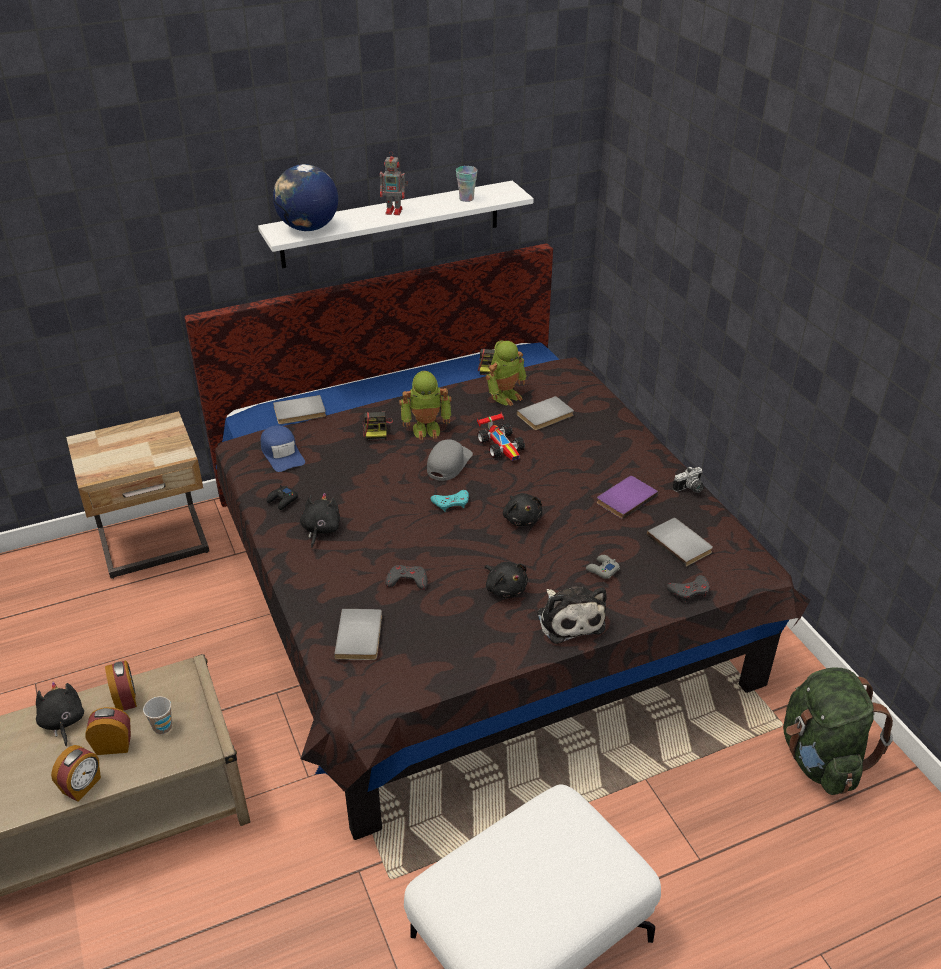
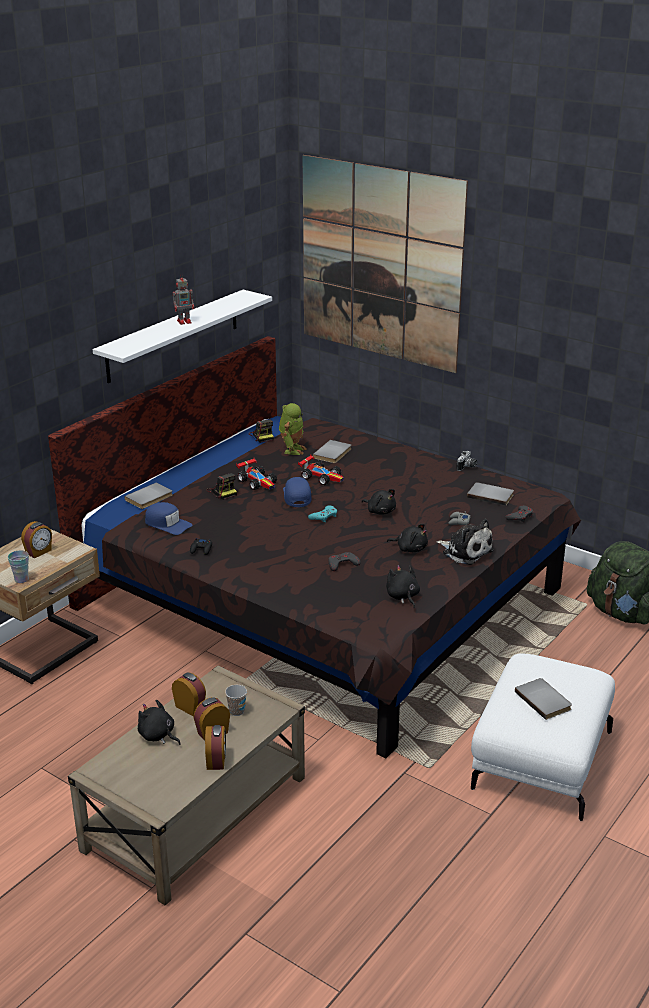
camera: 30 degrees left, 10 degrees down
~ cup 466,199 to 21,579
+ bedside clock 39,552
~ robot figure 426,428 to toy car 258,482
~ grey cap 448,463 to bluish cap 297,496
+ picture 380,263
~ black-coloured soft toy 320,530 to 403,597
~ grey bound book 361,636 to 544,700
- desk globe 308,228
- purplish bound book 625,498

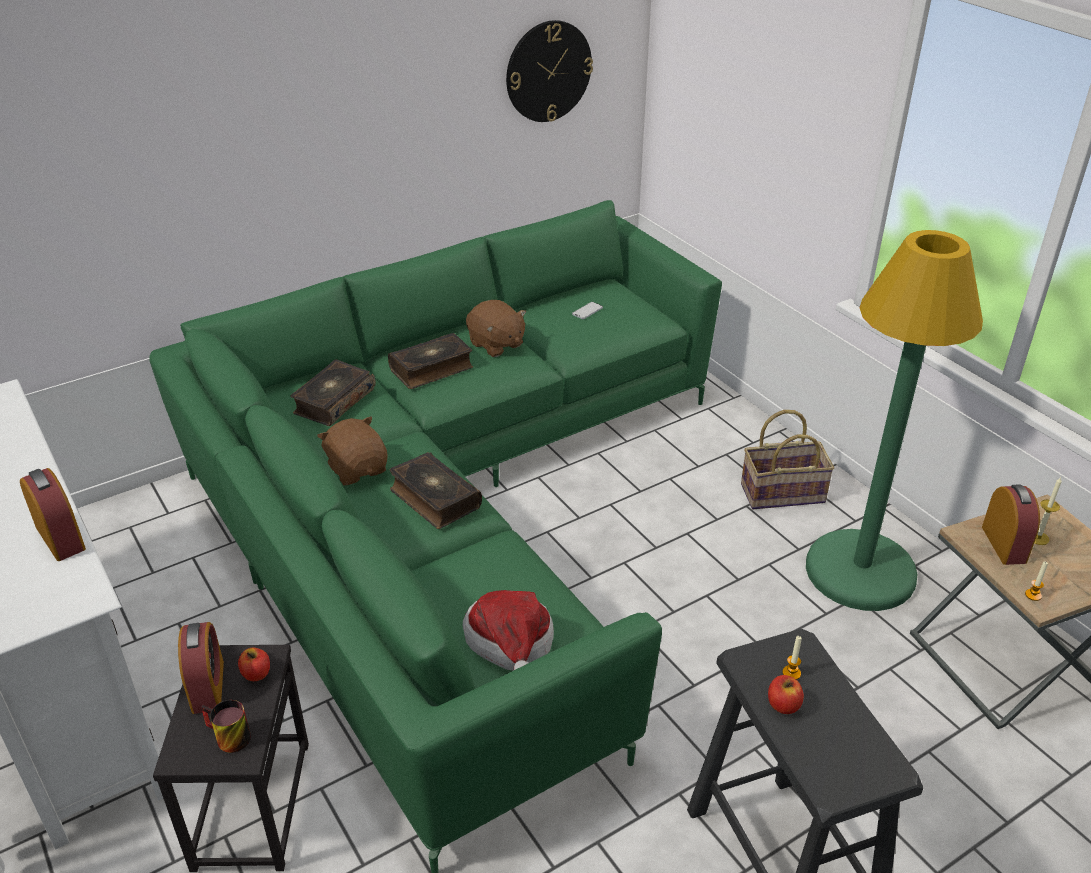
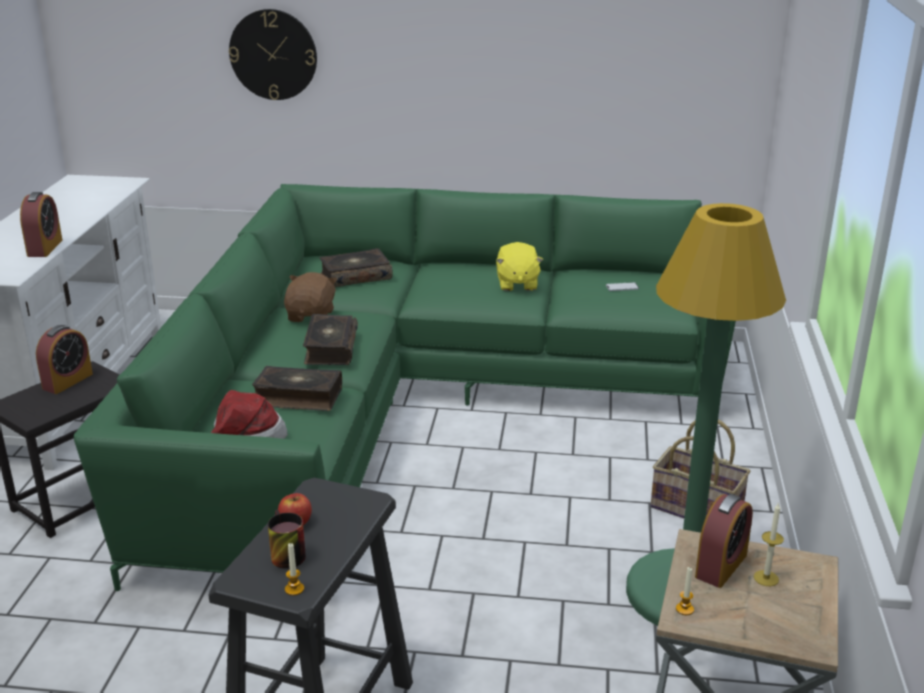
camera: 40 degrees right, 10 degrees down
~ hanging clock 548,71 to 273,54
~ bound book 432,369 to 298,398
~ coffee mug 227,739 to 283,554
~ candle 791,673 to 294,589
~ brown soft toy 496,344 to yellow soft toy 517,284
- whole apple 256,674

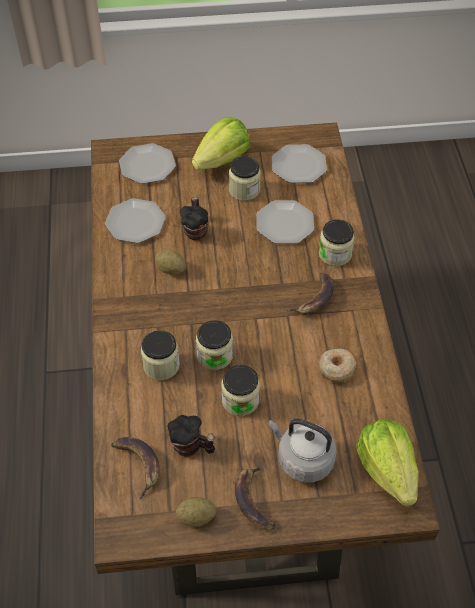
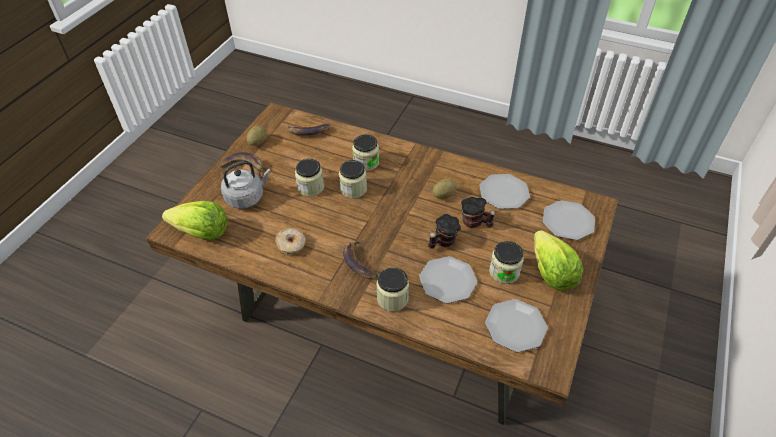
camera: 120 degrees right, 5 degrees down
~ coffee mug 191,447 to 442,242

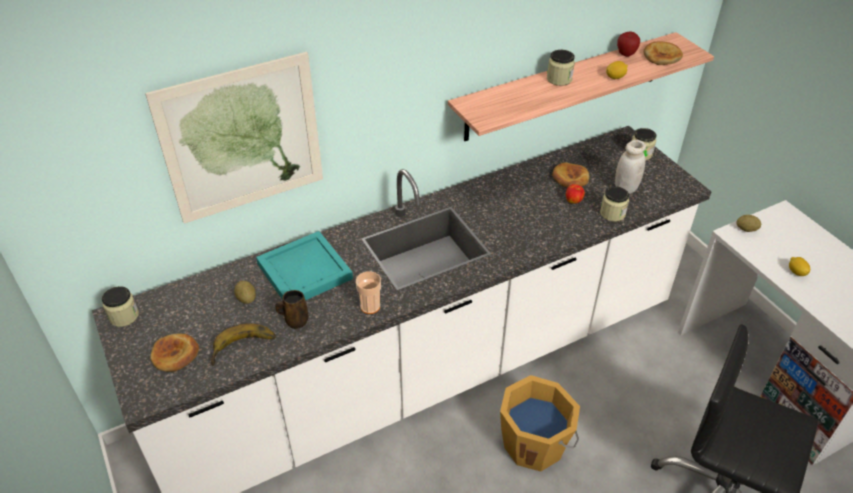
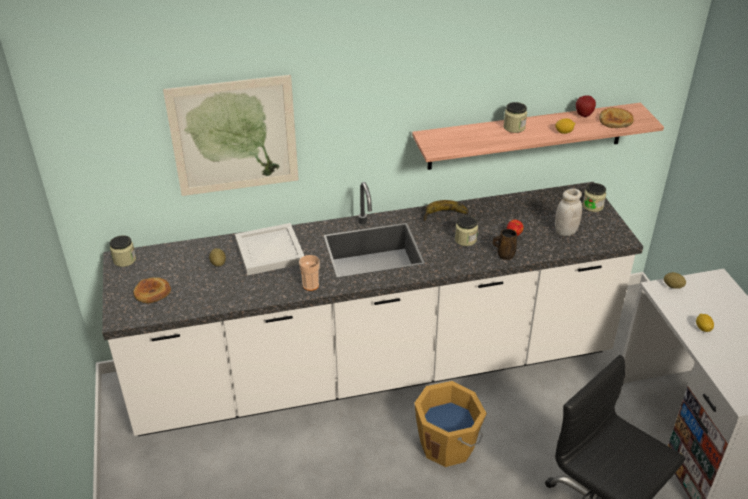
camera: 15 degrees right, 5 degrees down
~ turquoise-coloured serving tray 304,272 to white-coloured serving tray 269,252
~ banana fruit 244,349 to 445,216
~ preserve jar 612,213 to 465,239
~ brown coffee mug 295,321 to 504,254
- bread 570,178

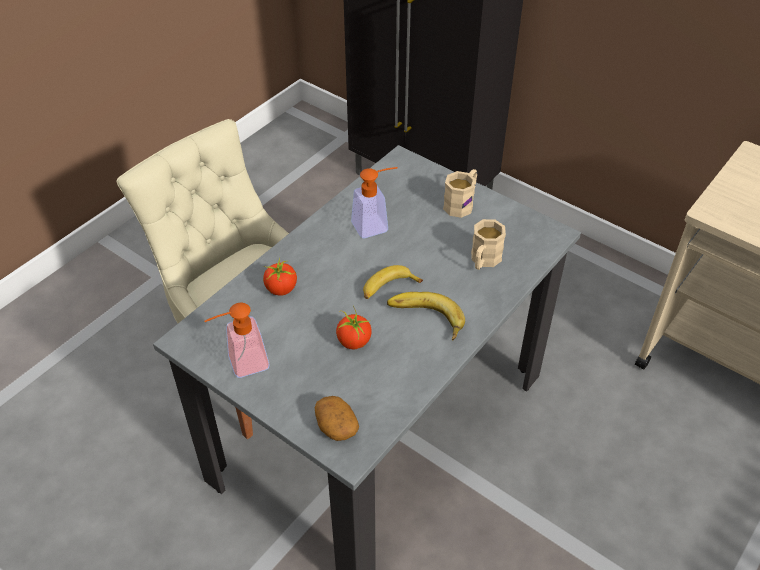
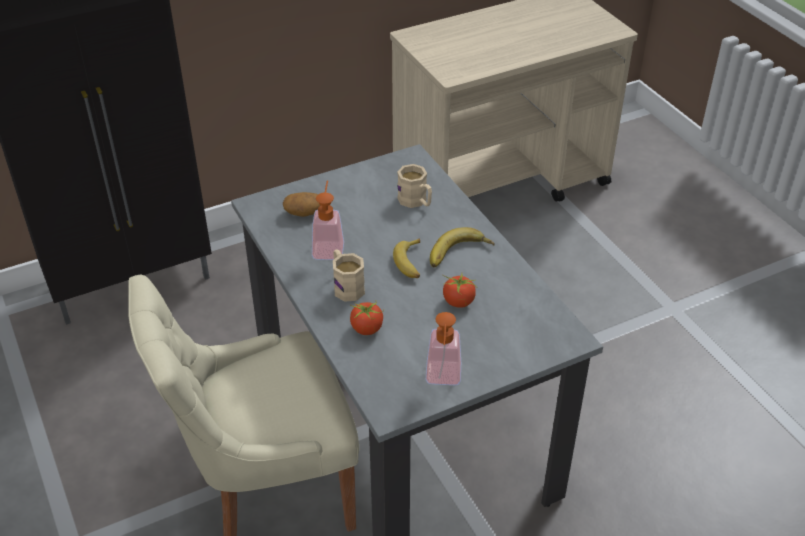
camera: 65 degrees left, 5 degrees down
~ spud 336,426 to 303,212
~ beige coffee mug 461,203 to 346,286

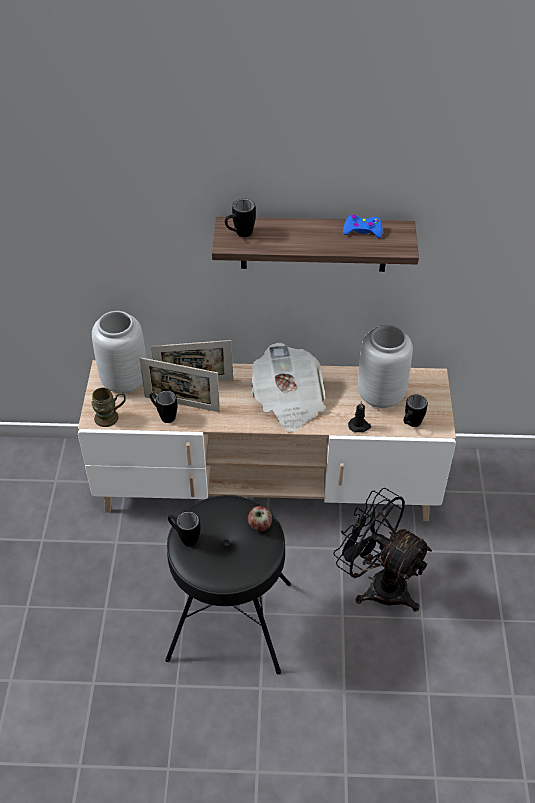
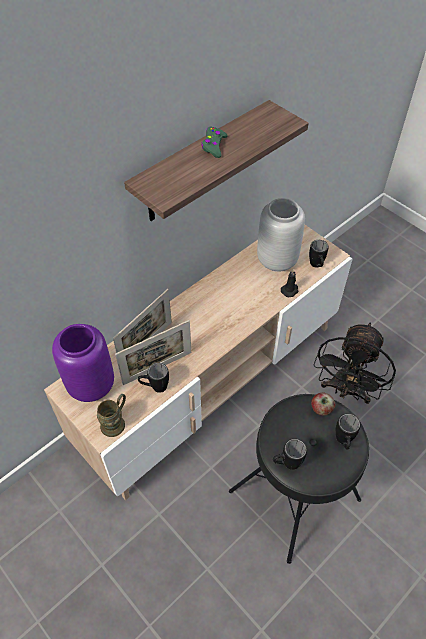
camera: 45 degrees left, 5 degrees up
~ grey decorative vase 123,380 to purplish decorative vase 90,385
+ green-coloured game controller 214,146
~ black-coloured electric fan 378,584 = 345,390 60 degrees counterclockwise
~ black-coloured coffee mug 239,234 to 343,442
- printed paper 288,402
- bluish game controller 362,231

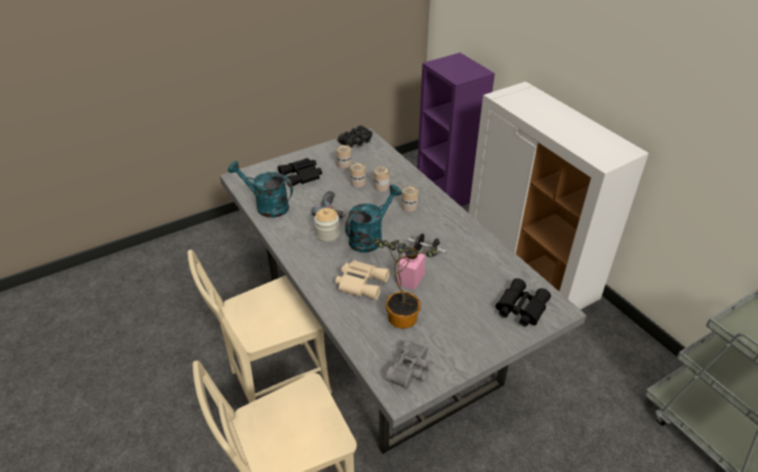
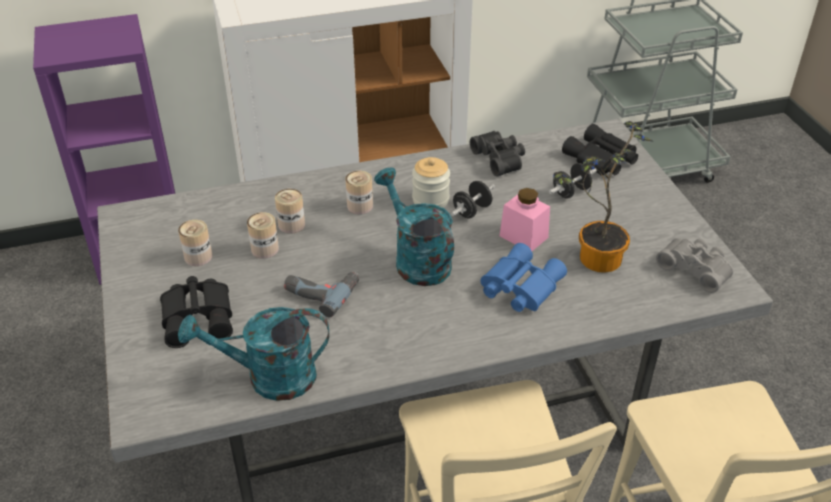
camera: 75 degrees left, 0 degrees up
~ turquoise-coloured watering pot 267,206 = 269,378 45 degrees clockwise
~ preserve jar 327,235 to 430,200
~ black-coloured pair of binoculars 357,142 to 500,159
~ beige pair of binoculars 361,282 to bluish pair of binoculars 519,286
+ black-coloured hand weight 571,192

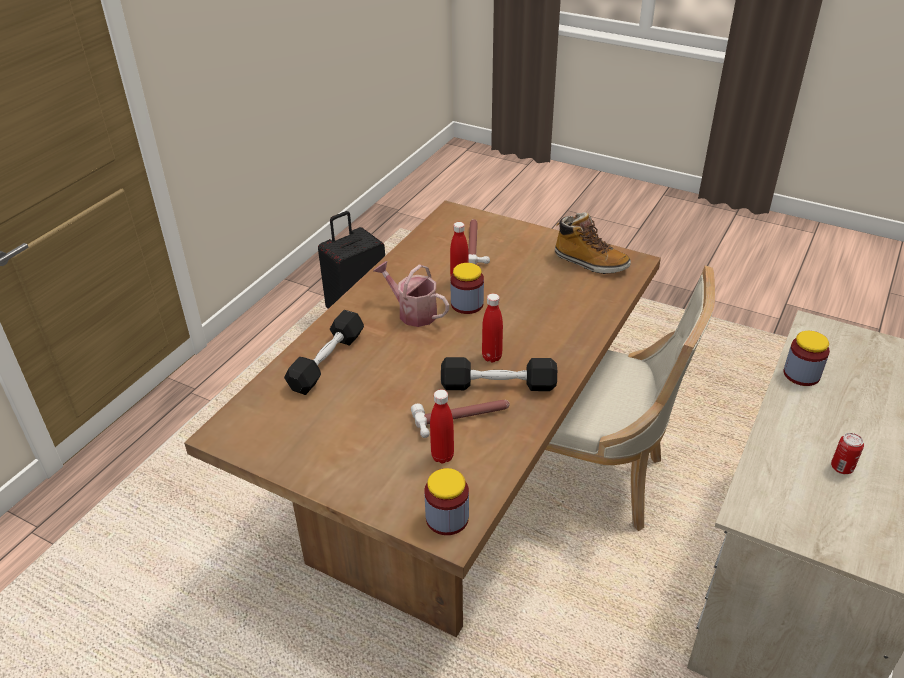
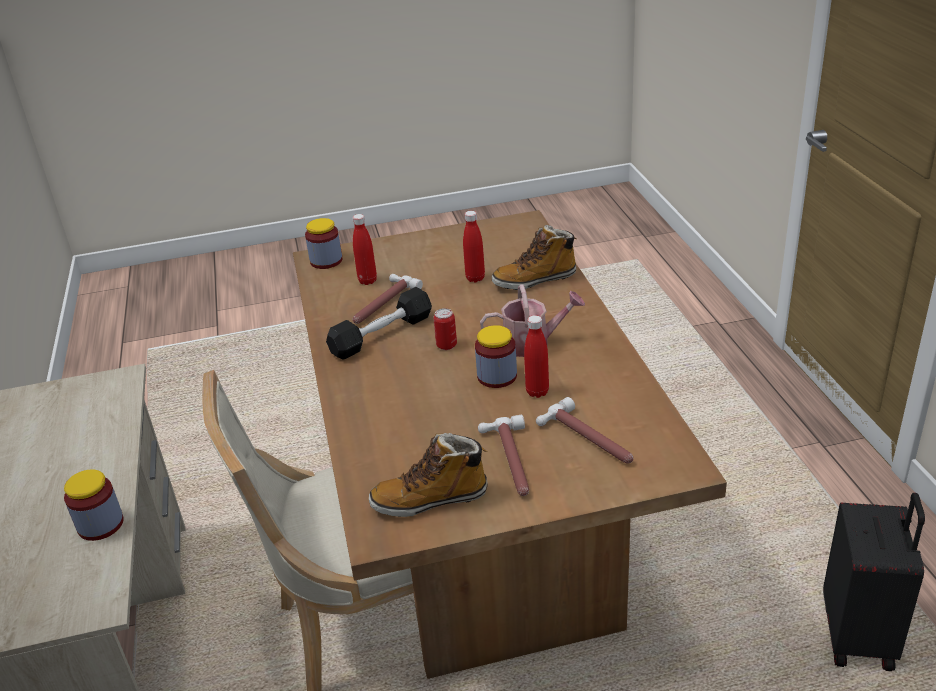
camera: 140 degrees right, 5 degrees down
~ can 841,467 to 446,345
~ red bottle 492,357 to 475,278
+ tool hammer 510,461
~ black-coloured hand weight 327,361 to tall boot 535,280

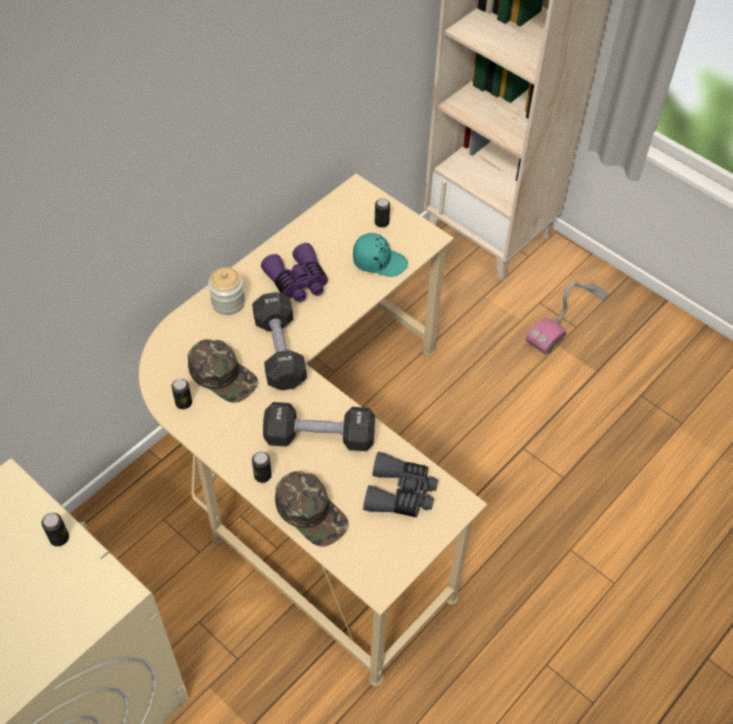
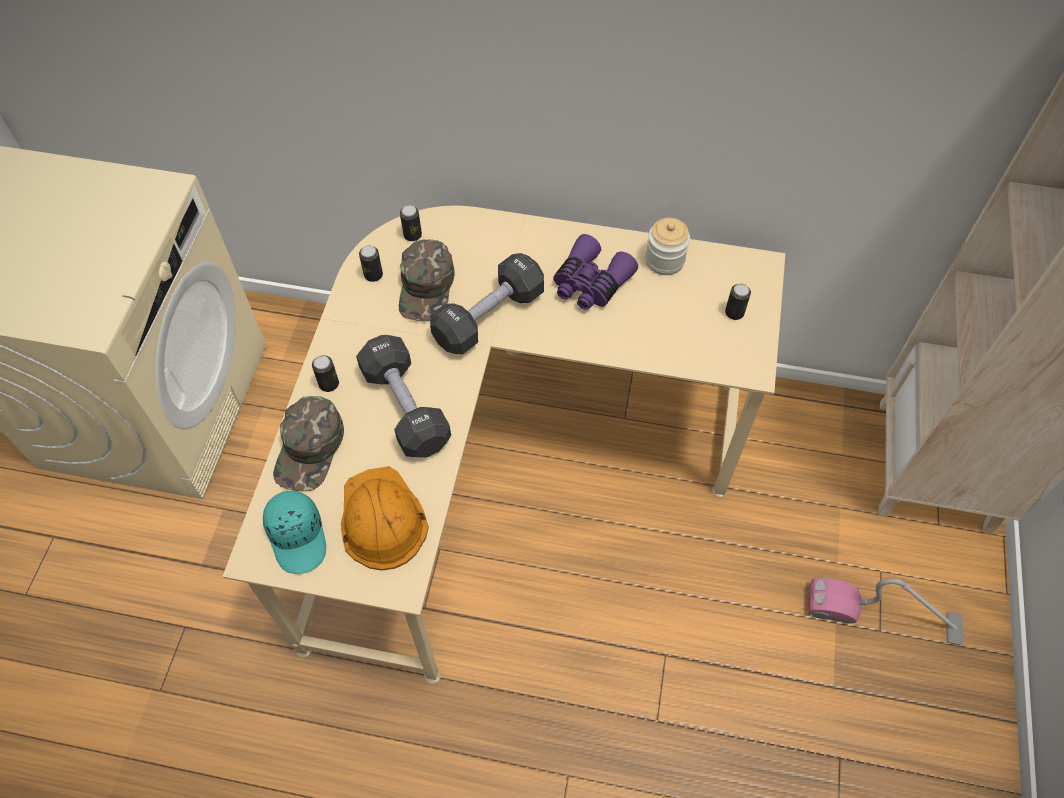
camera: 60 degrees right, 5 degrees up
~ turquoise-coloured cap 379,261 to 298,536
~ grey pair of binoculars 401,493 to orange-coloured hard hat 381,519
~ can 59,538 to 412,235
~ preserve jar 228,302 to 664,260

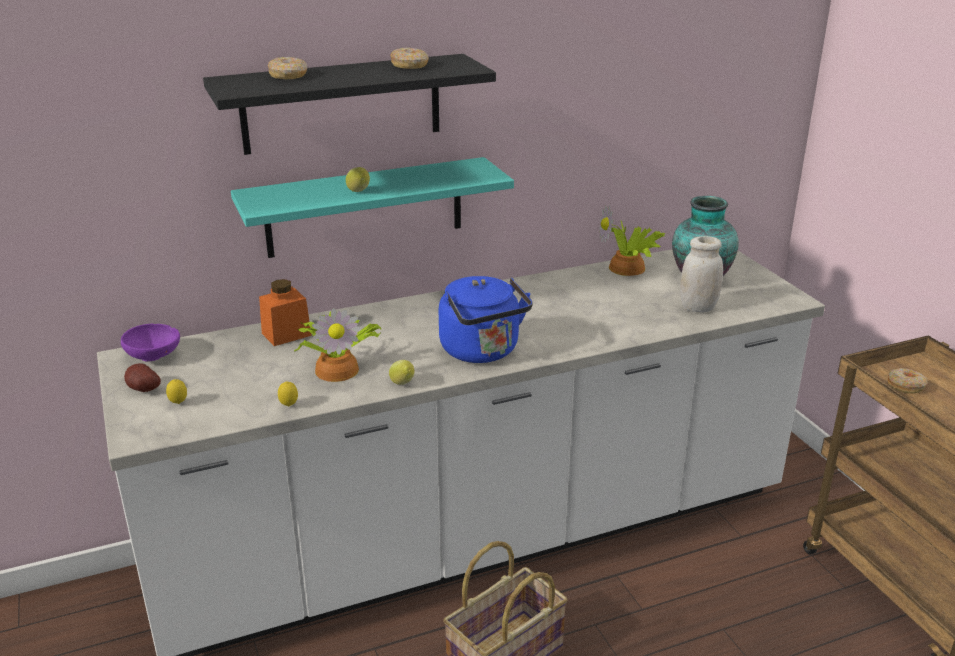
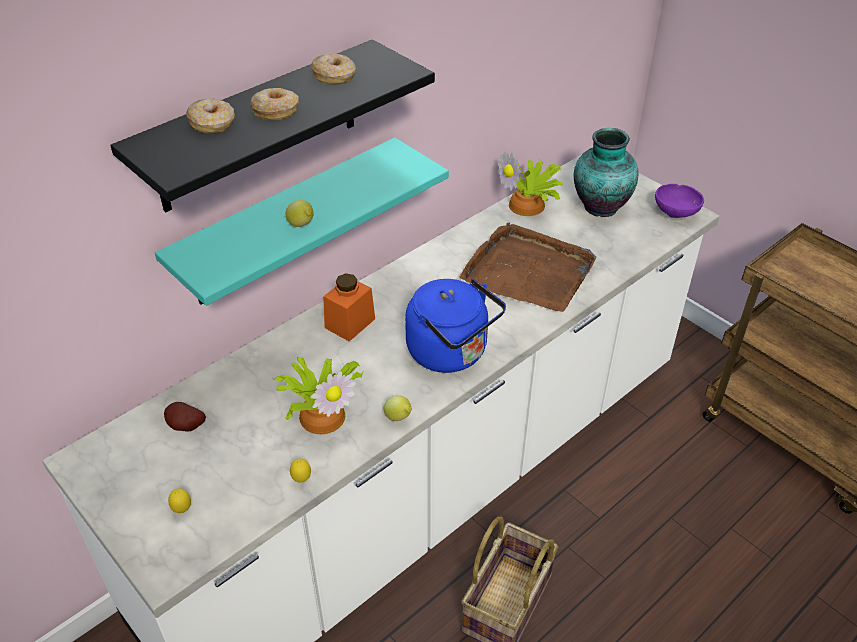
camera: 20 degrees left, 15 degrees up
~ spud 142,390 to 185,427
~ doughnut 905,386 to 276,111
~ orange-coloured preserve jar 286,334 to 350,323
+ brown serving tray 528,271
~ purplish bowl 155,357 to 676,212
- white-coloured preserve jar 698,308

